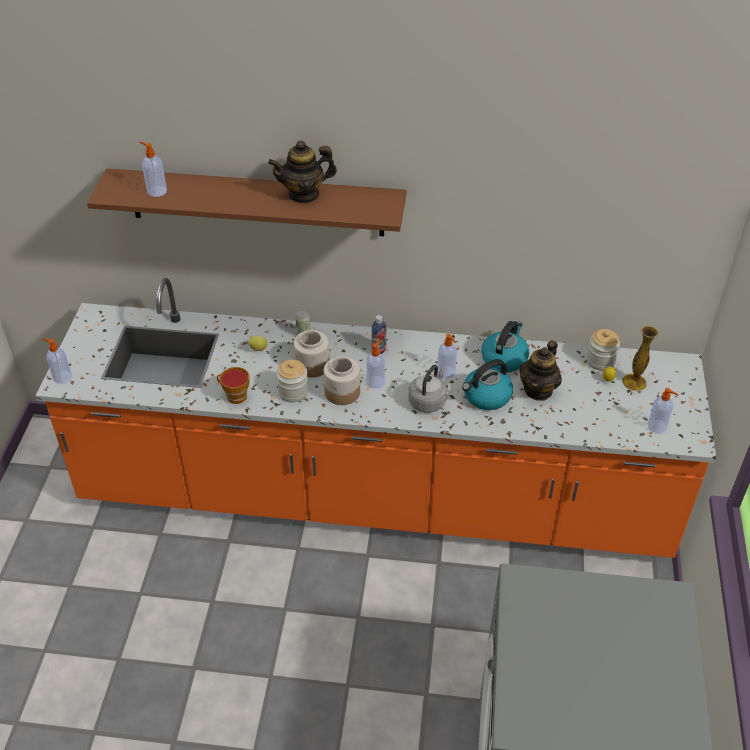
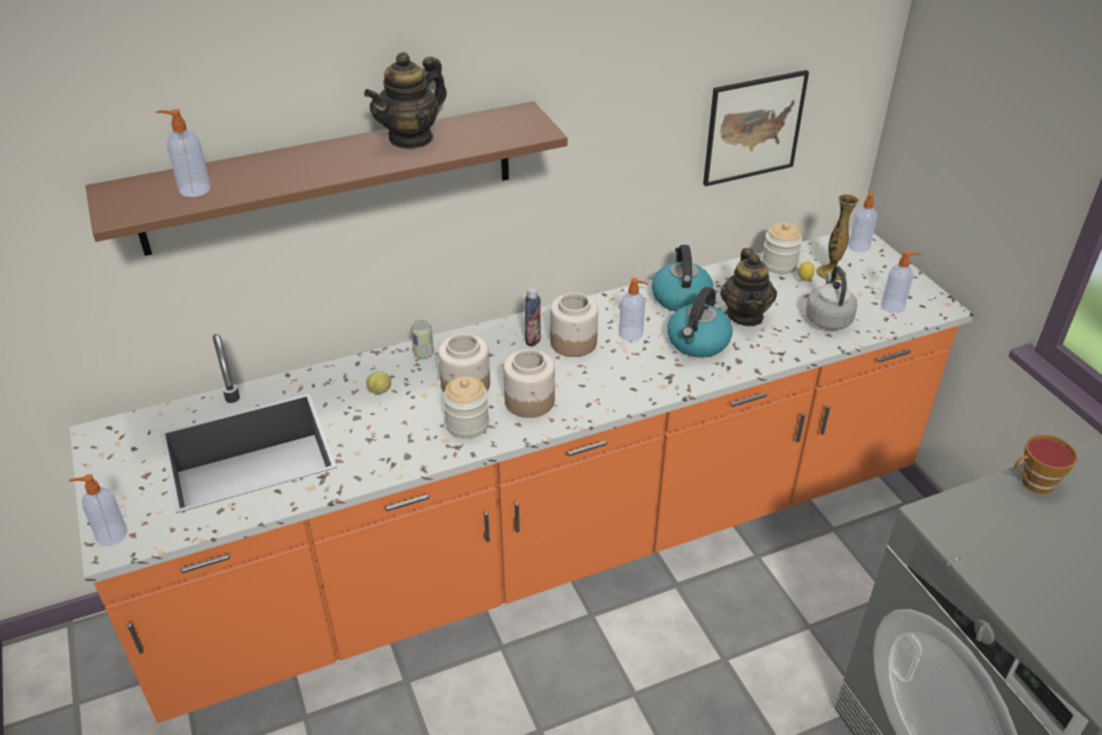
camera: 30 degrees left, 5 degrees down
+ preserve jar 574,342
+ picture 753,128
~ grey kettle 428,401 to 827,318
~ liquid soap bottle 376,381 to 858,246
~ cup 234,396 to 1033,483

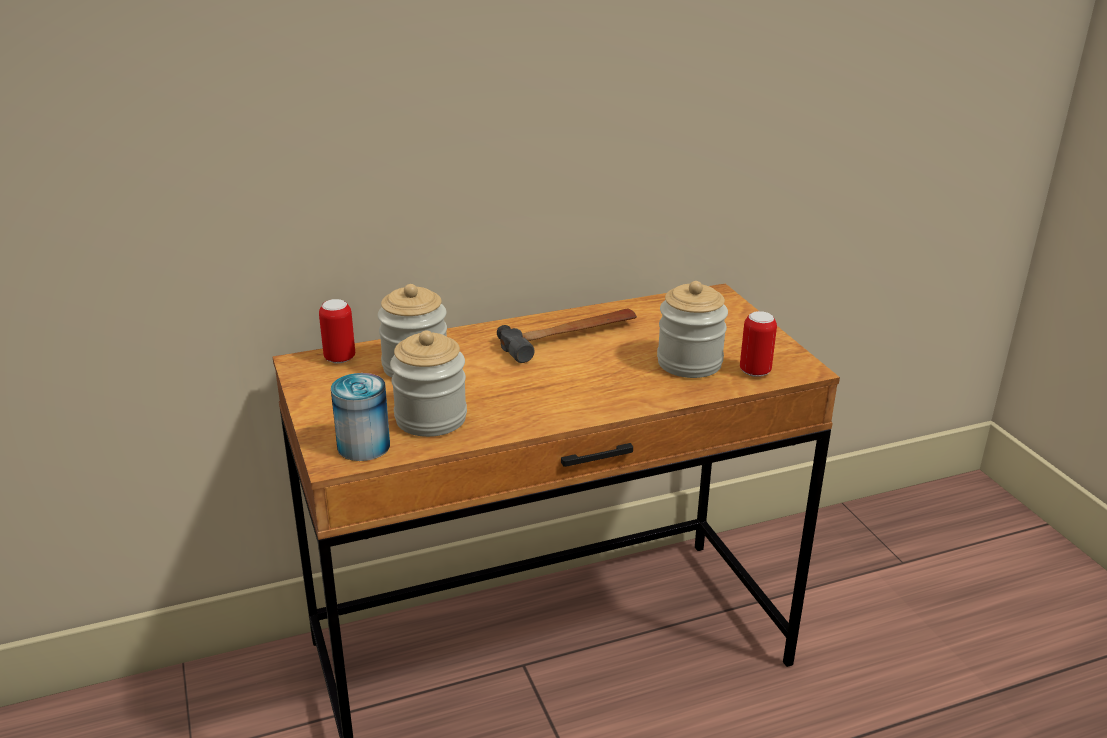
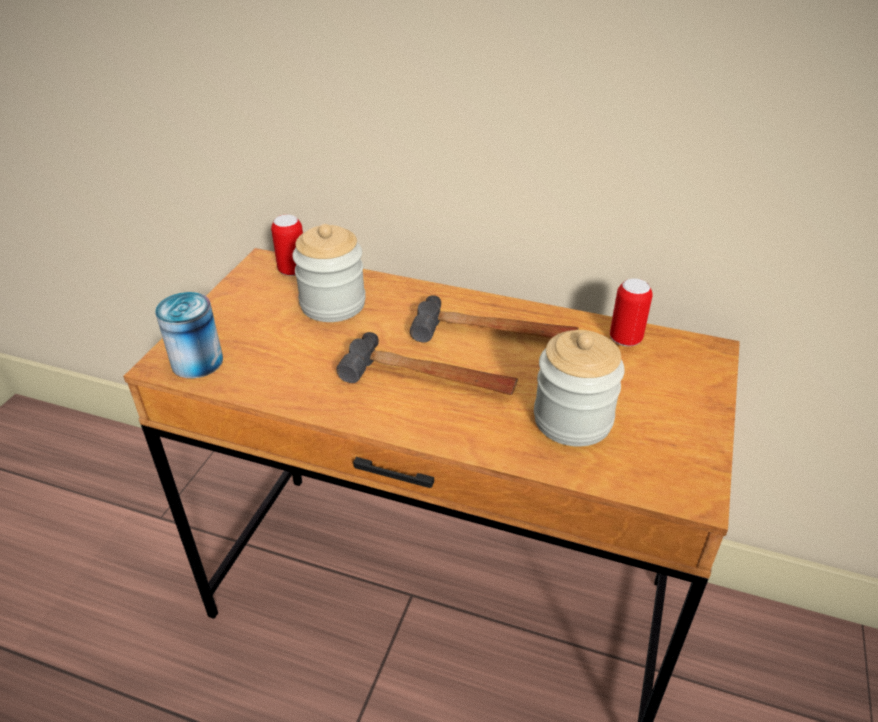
camera: 40 degrees right, 10 degrees up
+ tool hammer 429,379
~ can 755,371 to 625,339
- preserve jar 431,418

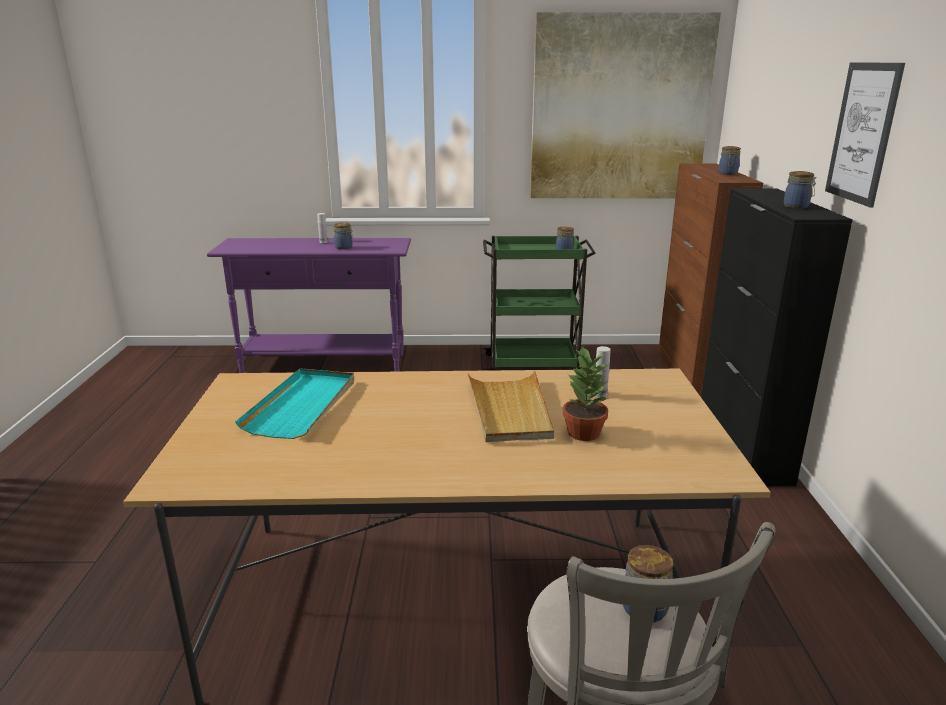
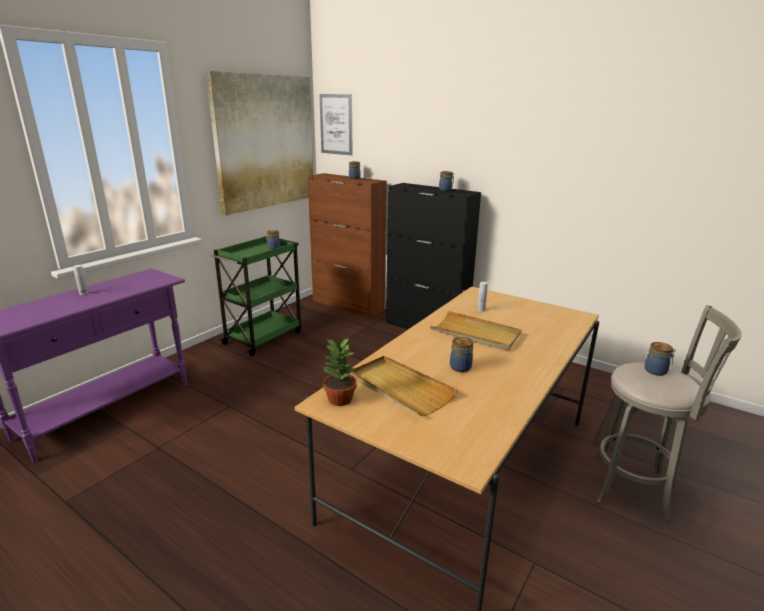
camera: 55 degrees left, 0 degrees up
~ picture 862,133 to 336,124
~ plant in a pot 583,432 to 339,399
~ turquoise-coloured serving tray 302,406 to beige serving tray 400,388
~ preserve jar 344,247 to 461,367

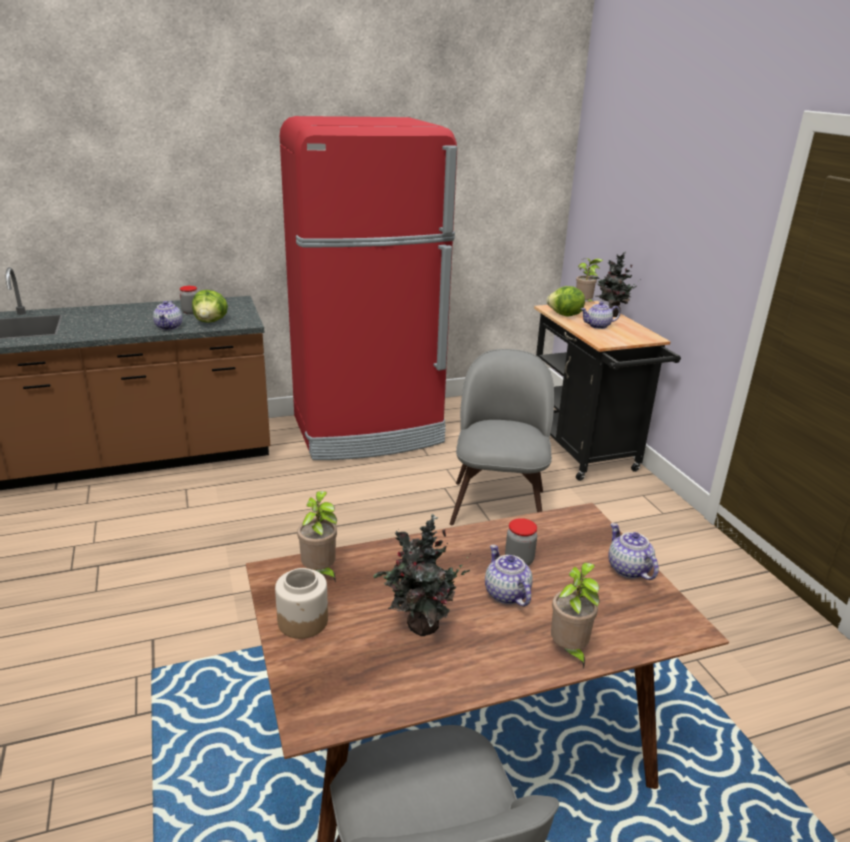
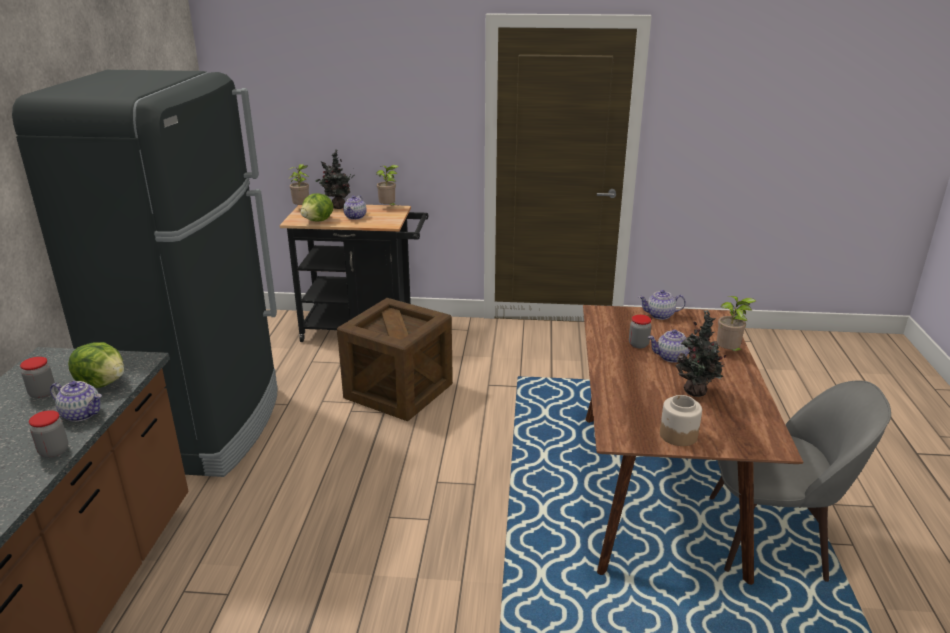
camera: 65 degrees left, 0 degrees up
~ red refrigerator 368,431 to black-coloured refrigerator 202,427
+ preserve jar 54,451
~ grey chair 498,503 to shipping crate 398,391
~ plant in a pot 320,572 to 388,208

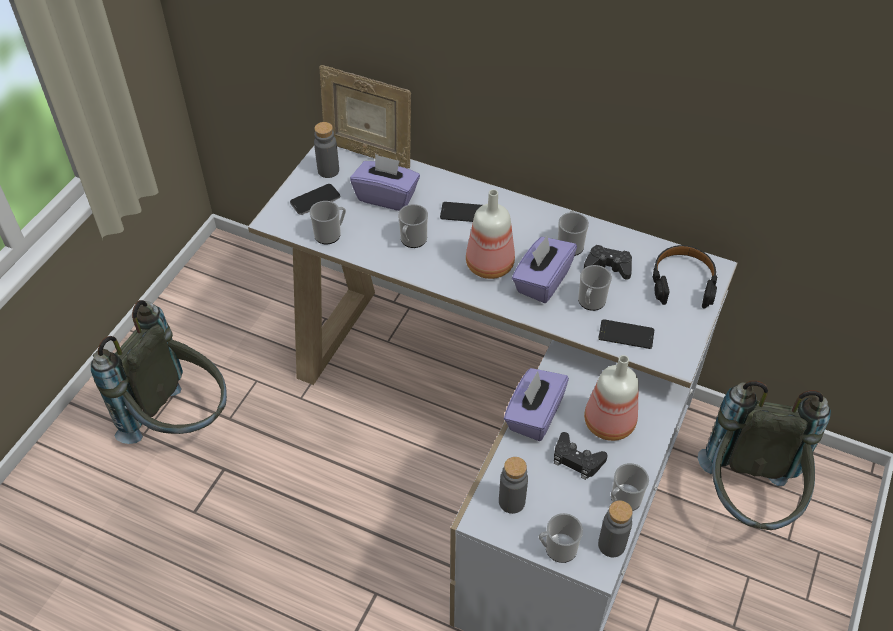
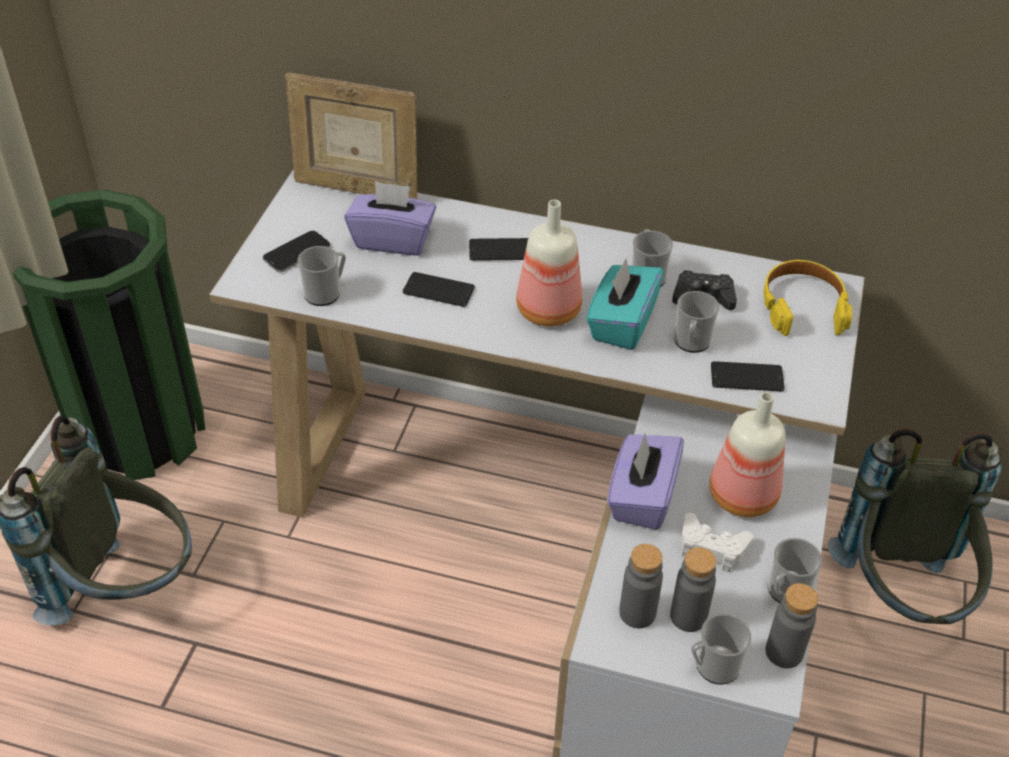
camera: 10 degrees left, 5 degrees down
+ green-coloured rubbish bin 139,430
~ coffee mug 412,241 to handset 438,290
~ purplish tissue holder 542,281 to turquoise-coloured tissue holder 621,323
~ grey bottle 328,170 to 688,616
~ black-coloured game controller 577,459 to white-coloured game controller 711,547
~ black-coloured headset 683,282 to yellow headset 802,306

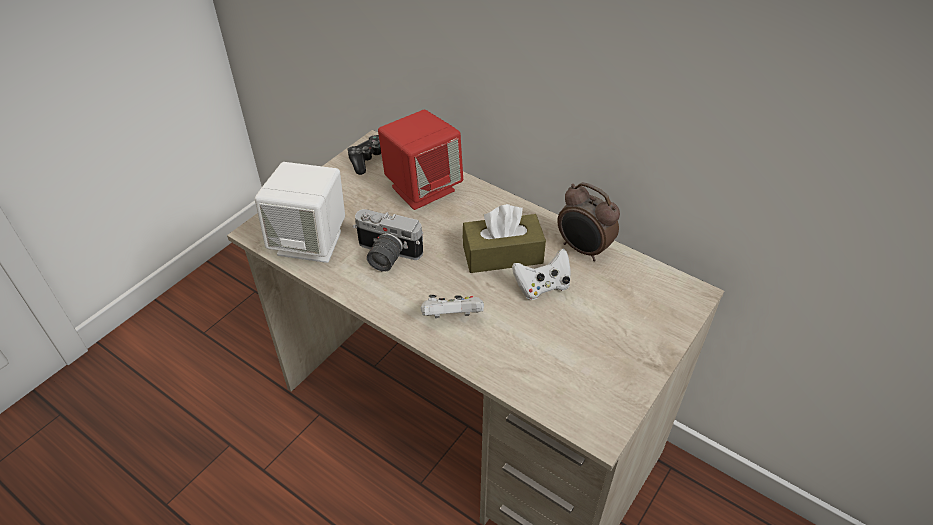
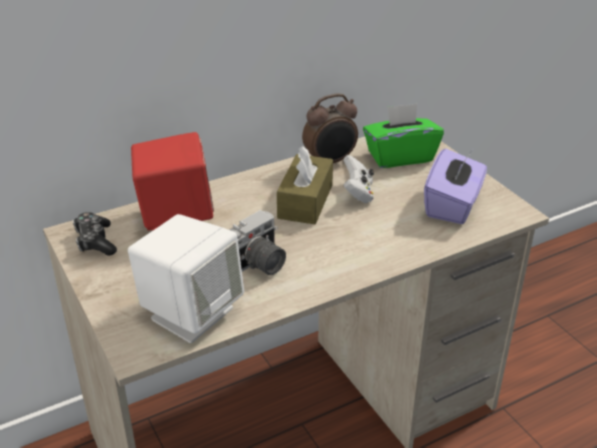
camera: 65 degrees left, 10 degrees down
+ green-coloured tissue holder 400,157
+ purplish tissue holder 453,205
- white-coloured game controller 452,317

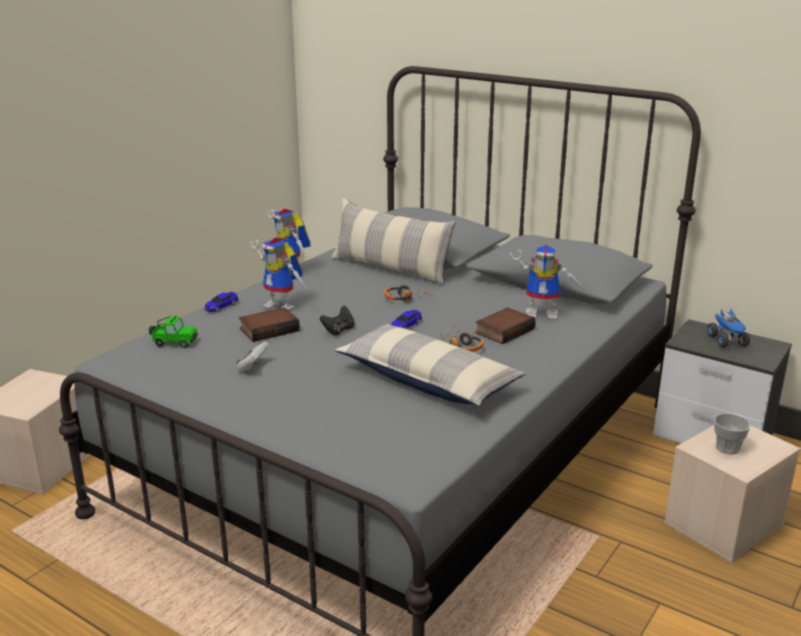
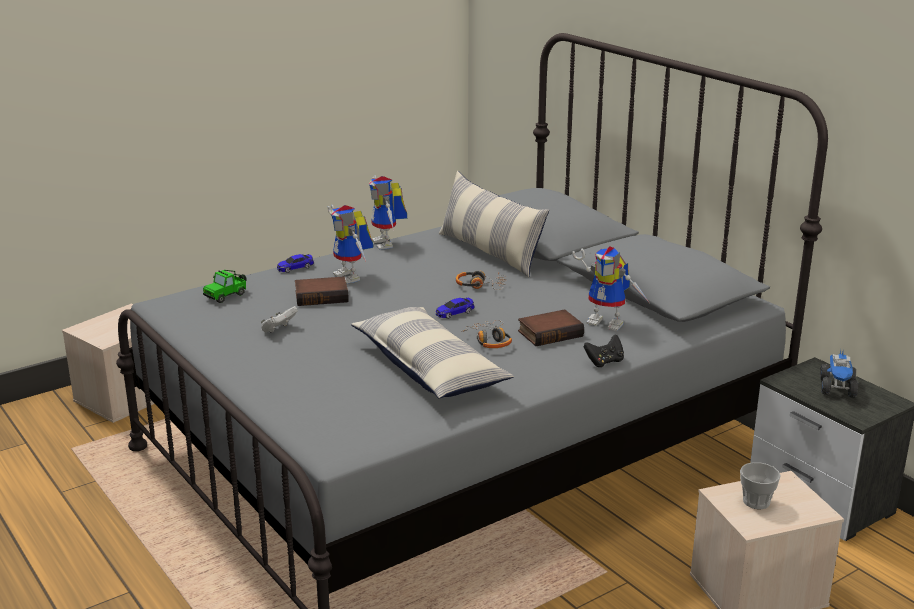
camera: 20 degrees right, 0 degrees up
~ toy car 173,342 = 227,295 105 degrees clockwise
~ black-coloured game controller 338,330 to 604,362

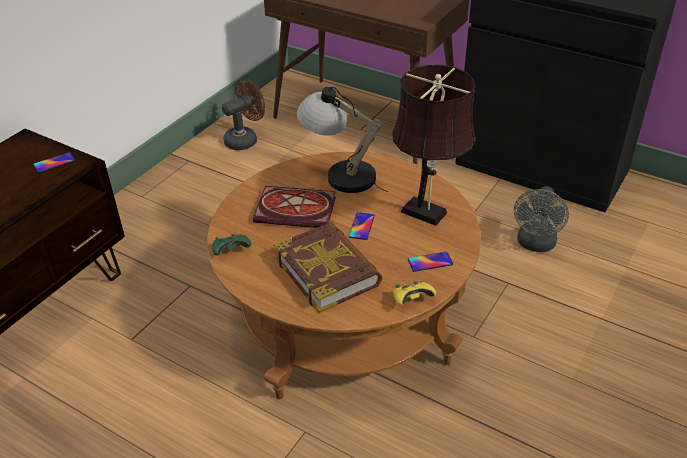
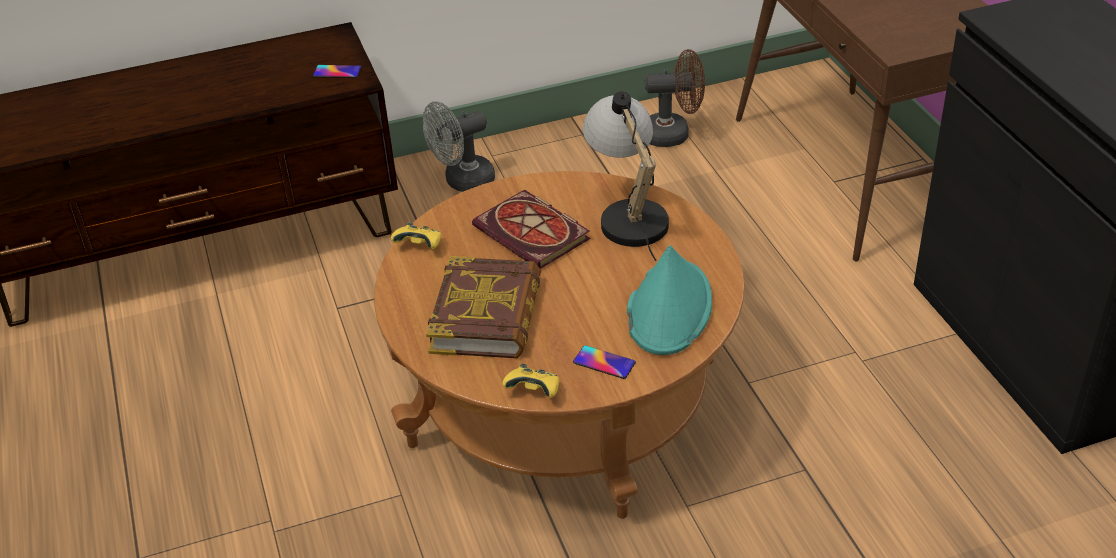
camera: 40 degrees right, 0 degrees up
~ green-coloured game controller 231,251 to yellow game controller 420,246
~ grey electric fan 535,245 to 462,181
~ brown table lamp 427,214 to turquoise-coloured clothing hat 669,308
- handset 361,226

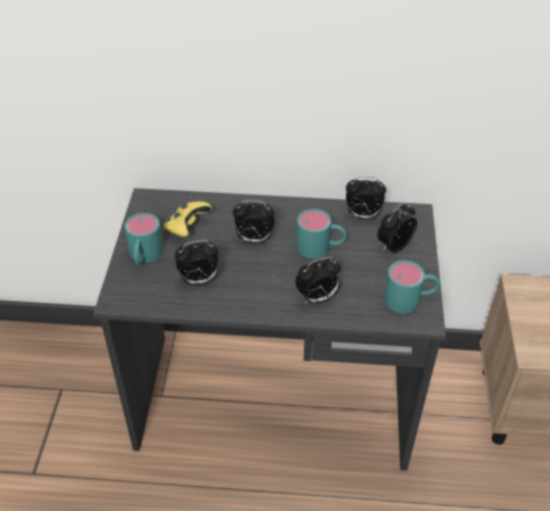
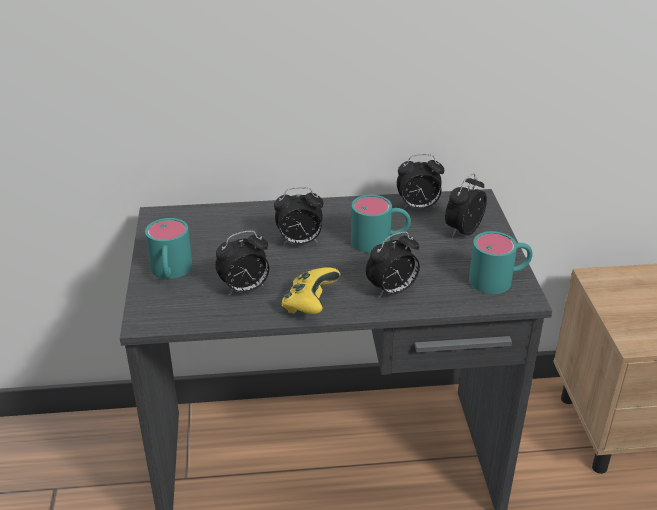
camera: 10 degrees left, 10 degrees down
~ yellow game controller 187,227 to 310,304

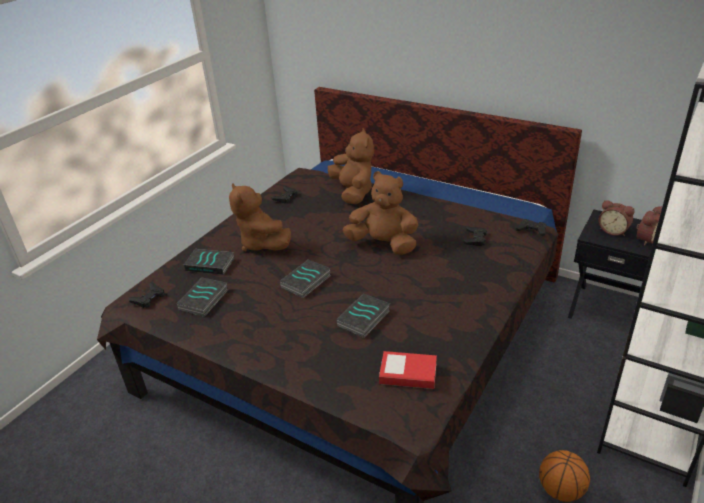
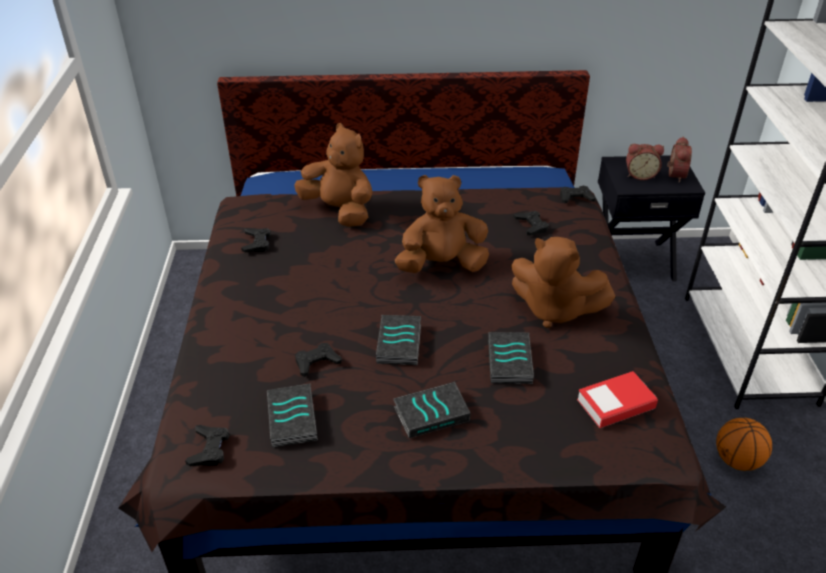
camera: 35 degrees left, 5 degrees up
+ black-coloured game controller 317,362
~ bound book 211,264 to 432,412
~ brown soft toy 262,244 to 554,309

